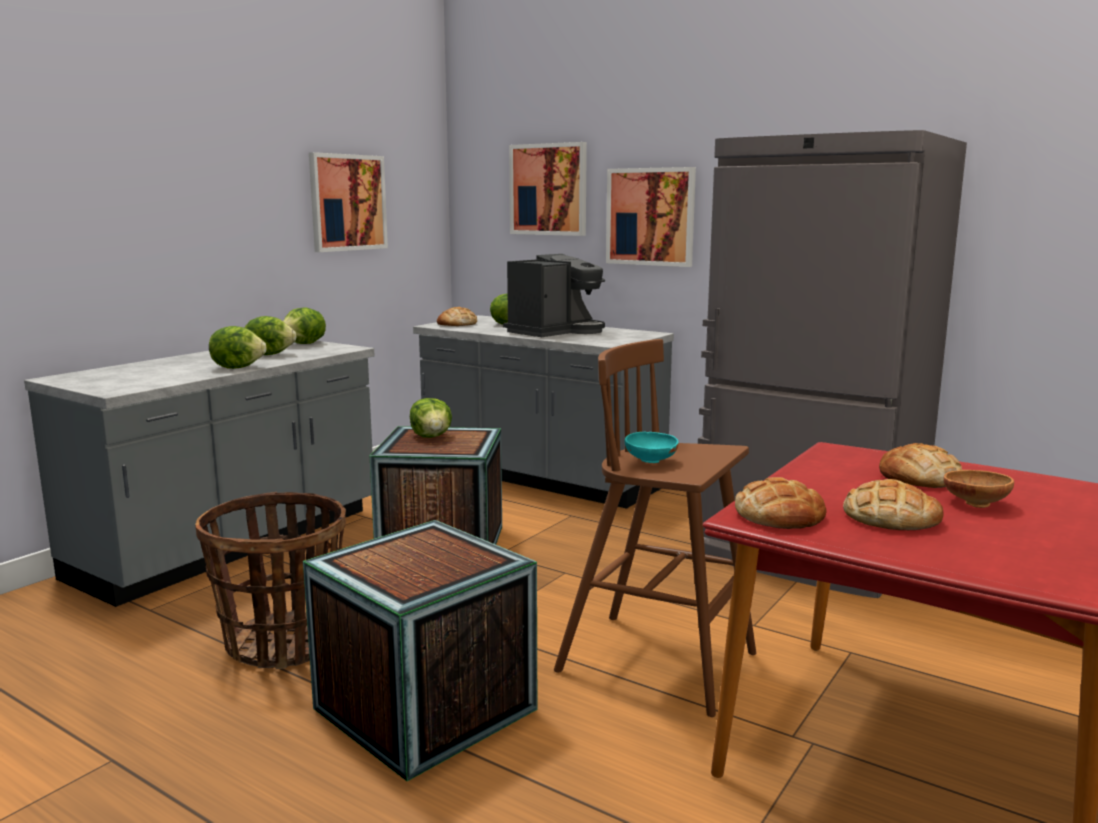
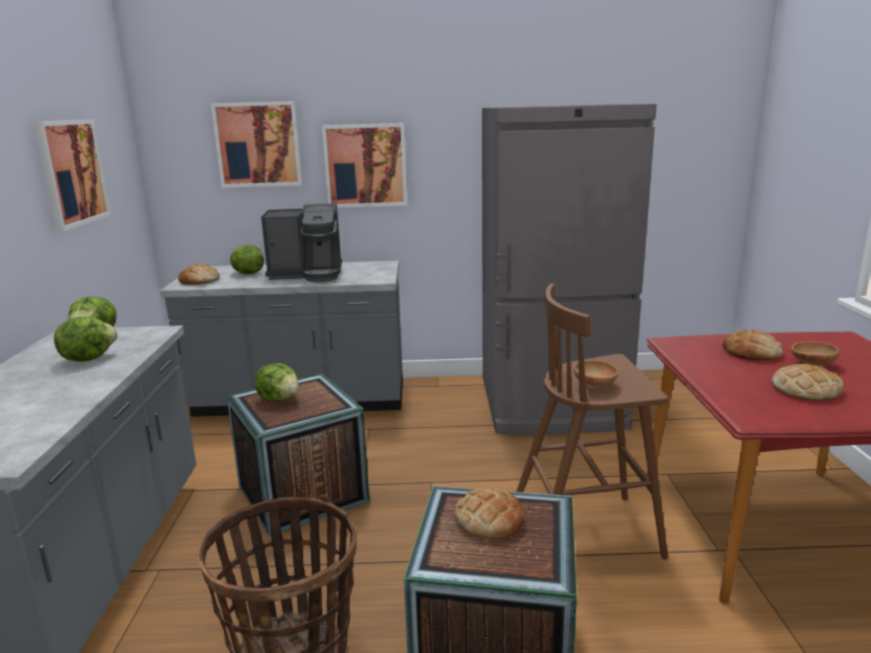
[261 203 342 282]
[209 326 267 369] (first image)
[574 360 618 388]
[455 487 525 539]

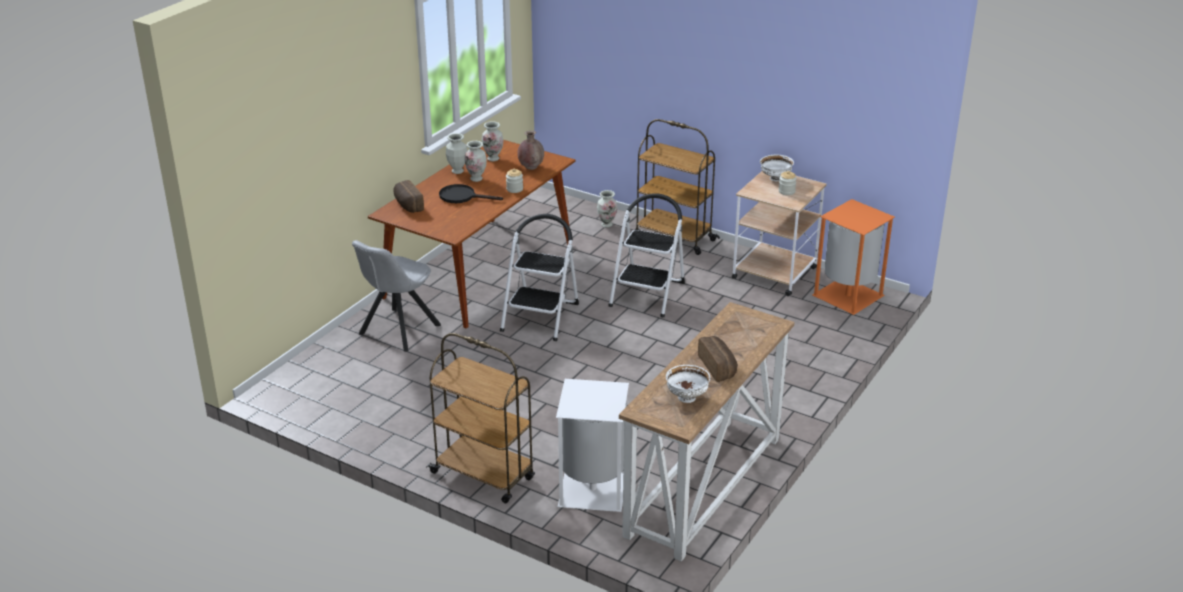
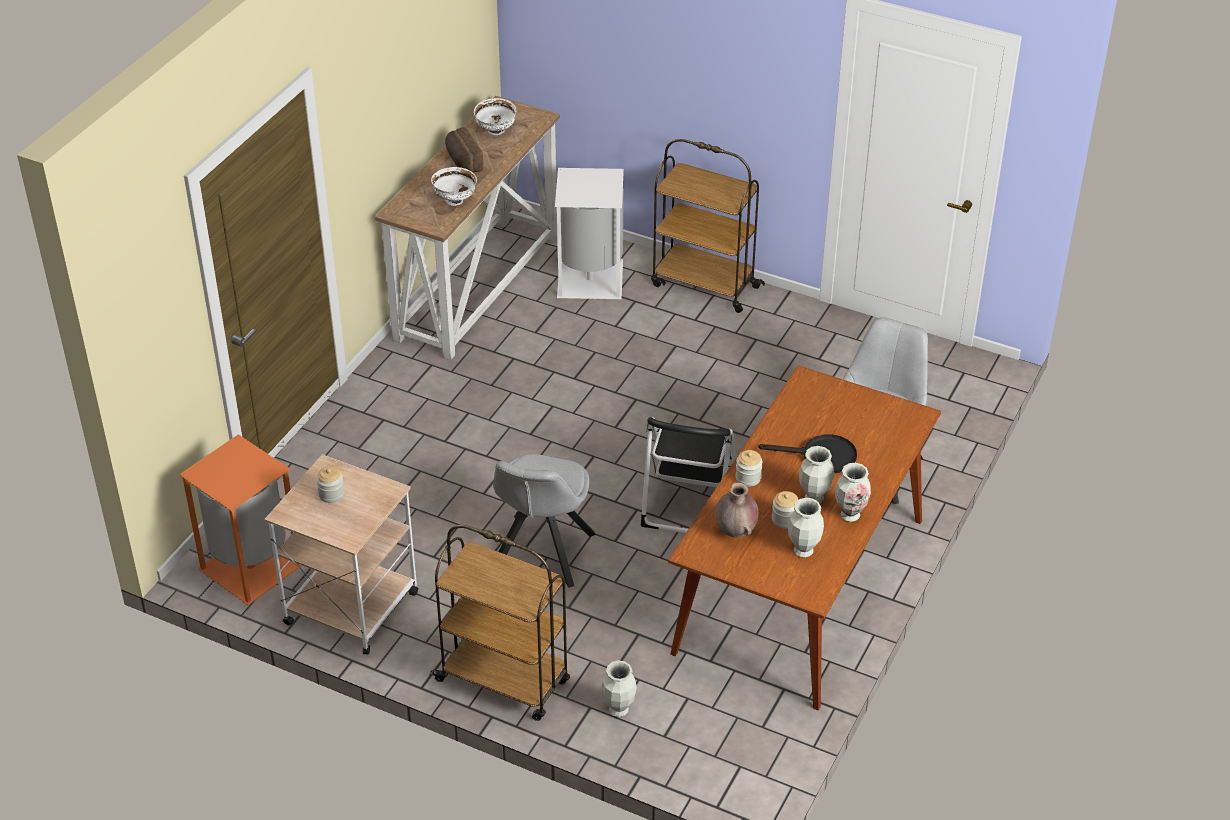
[431 167 477 206]
[393 180 424 213] (first image)
[493 454 596 588]
[772 491 798 529]

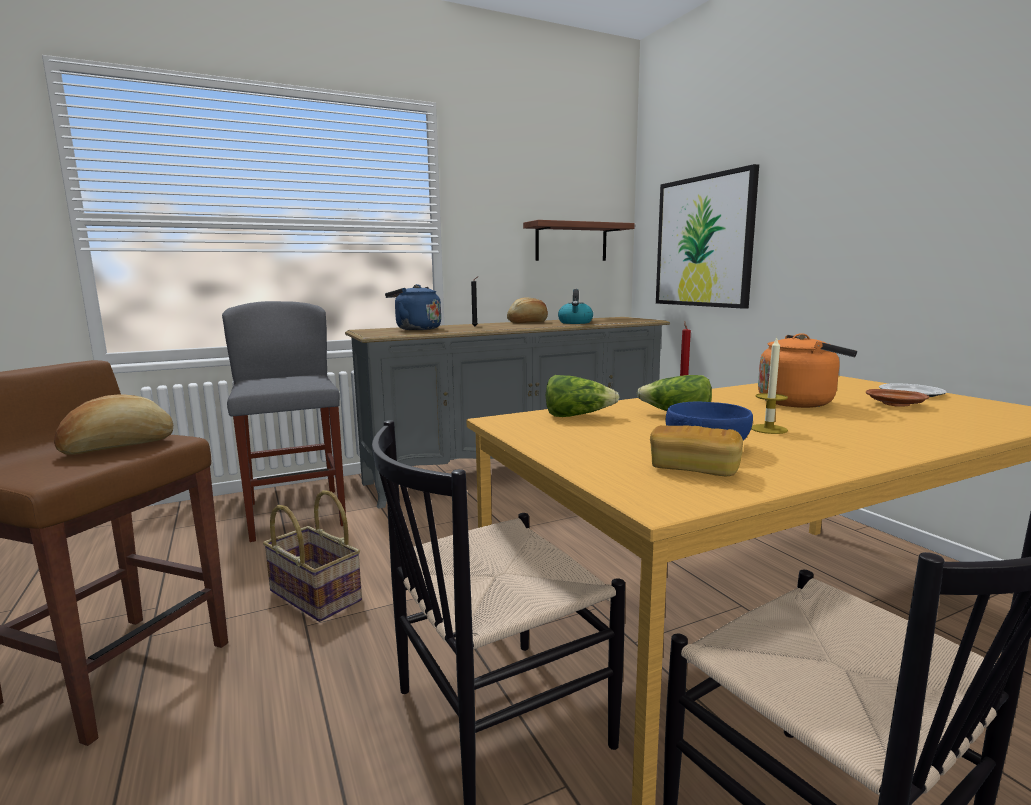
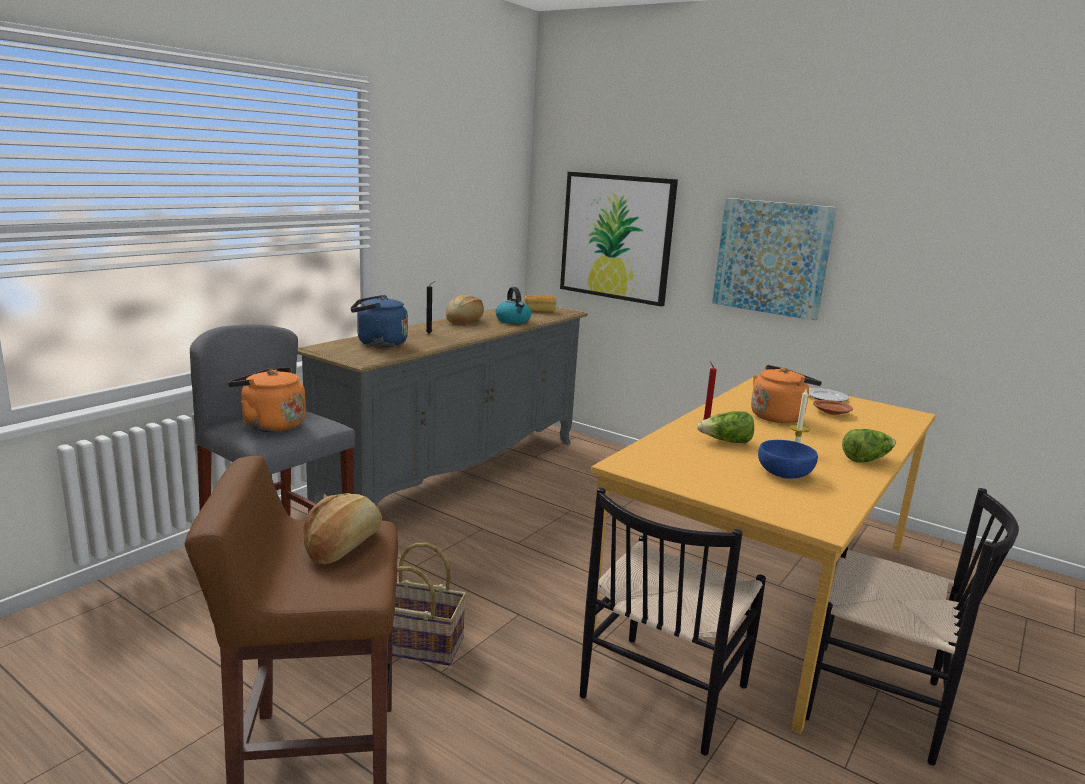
[523 220 635 261] (first image)
[842 429 896 462]
[524 295 556 312]
[712 198 837 321]
[228 367 306 432]

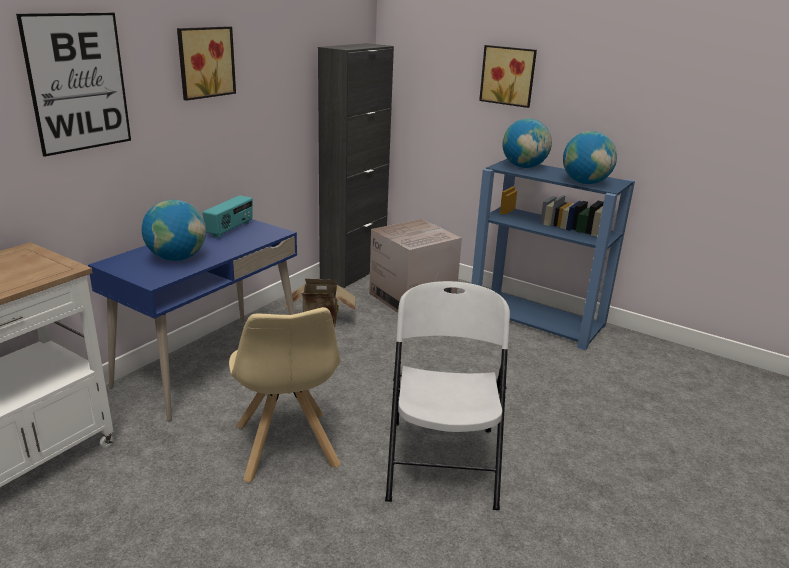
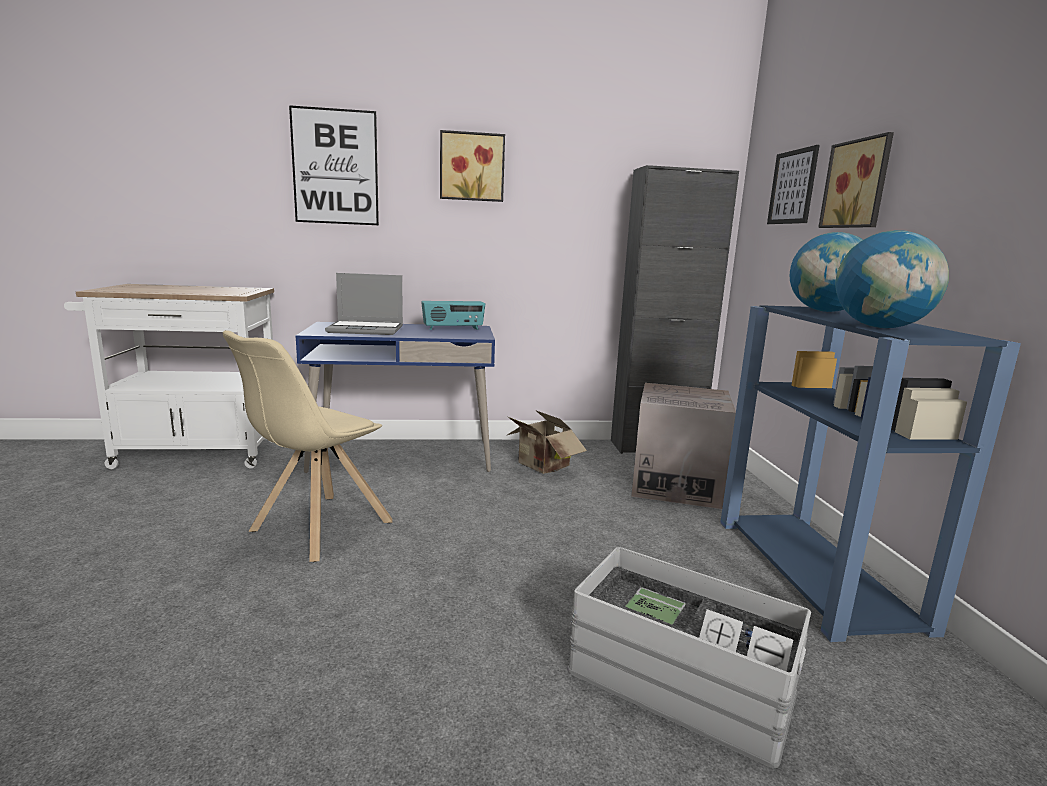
[325 273 403 335]
[385 281 510 510] (first image)
[767 145 820 224]
[567 547 811 768]

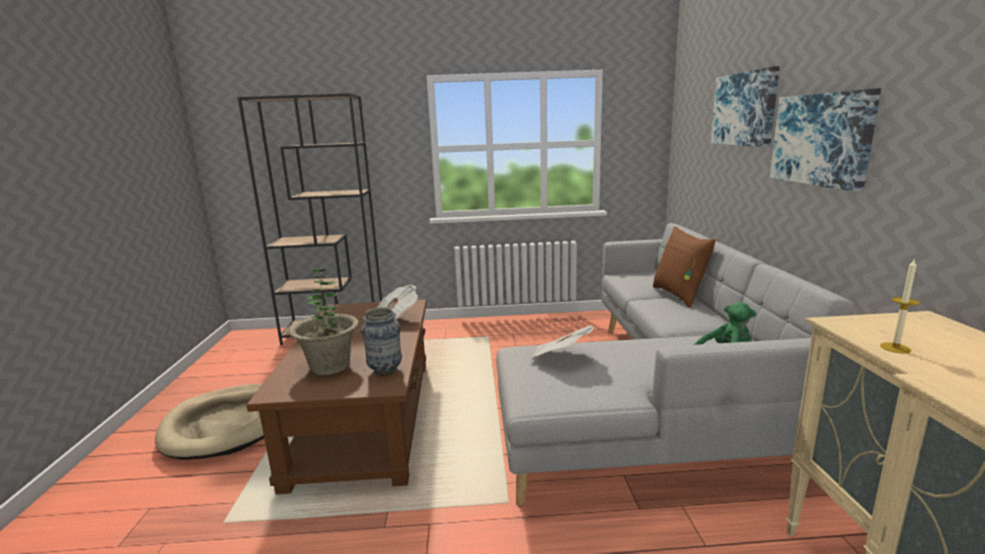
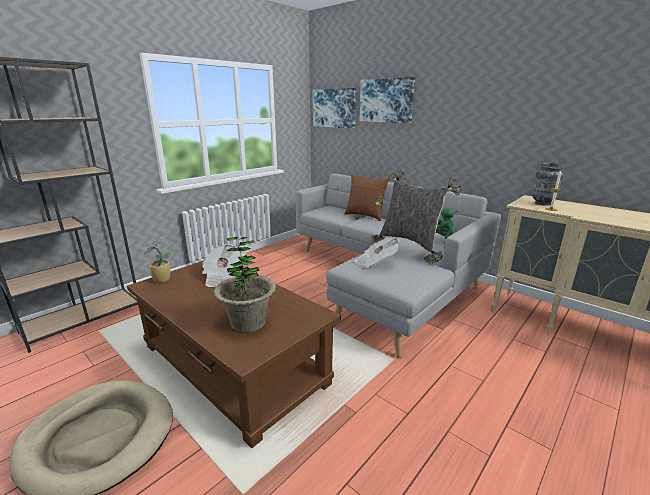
[313 88 356 128]
[532 162 564 206]
[371 171 461 264]
[144 237 171 282]

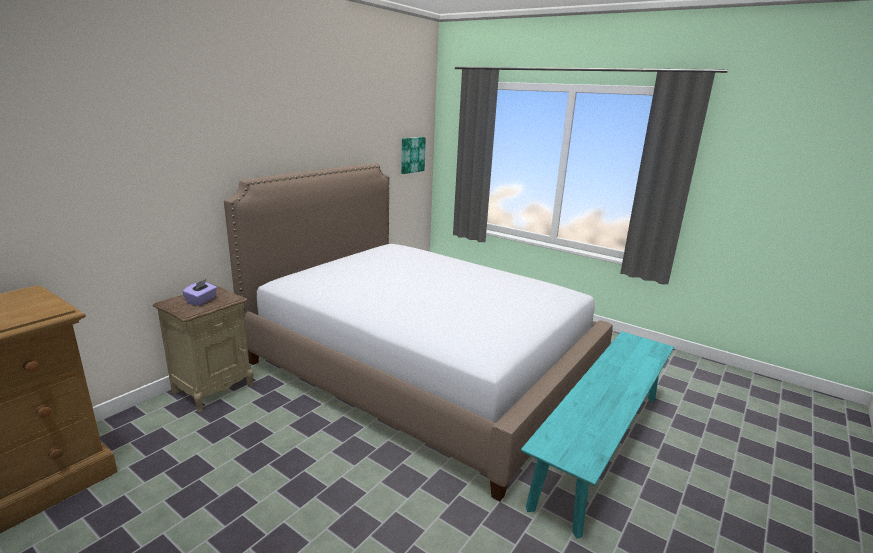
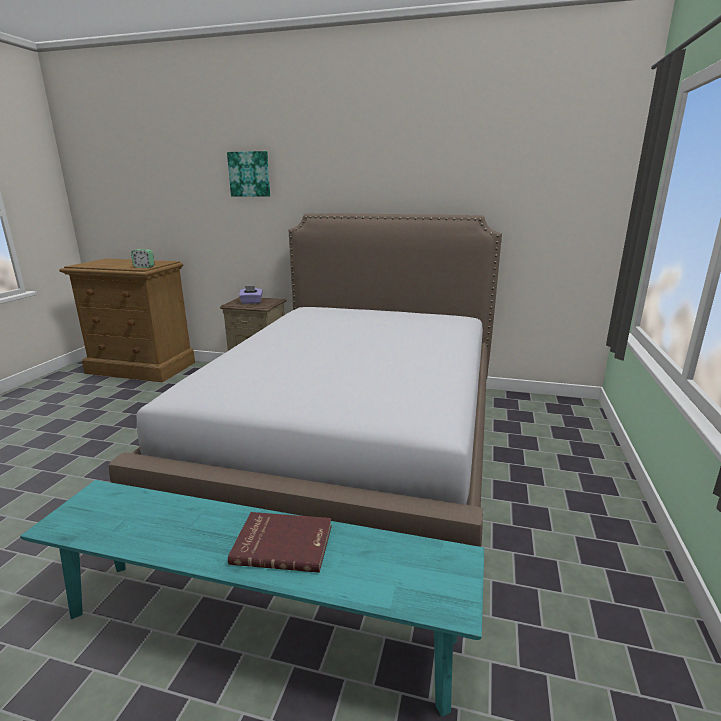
[227 151 270 197]
[131 249 154 268]
[228 512 332 573]

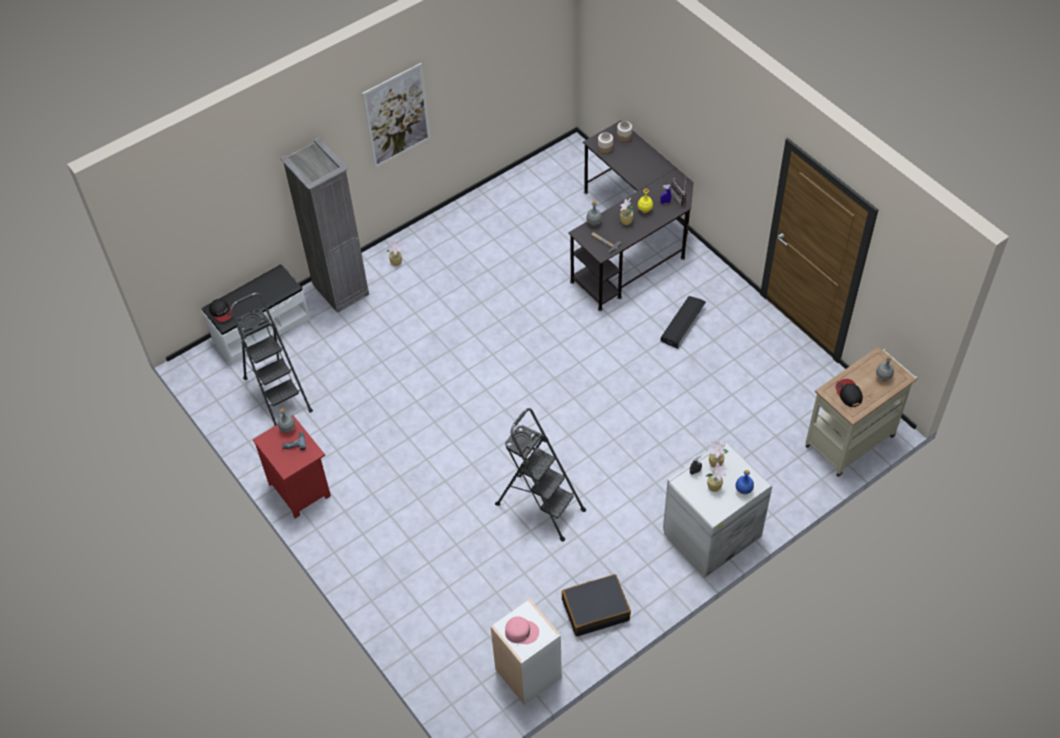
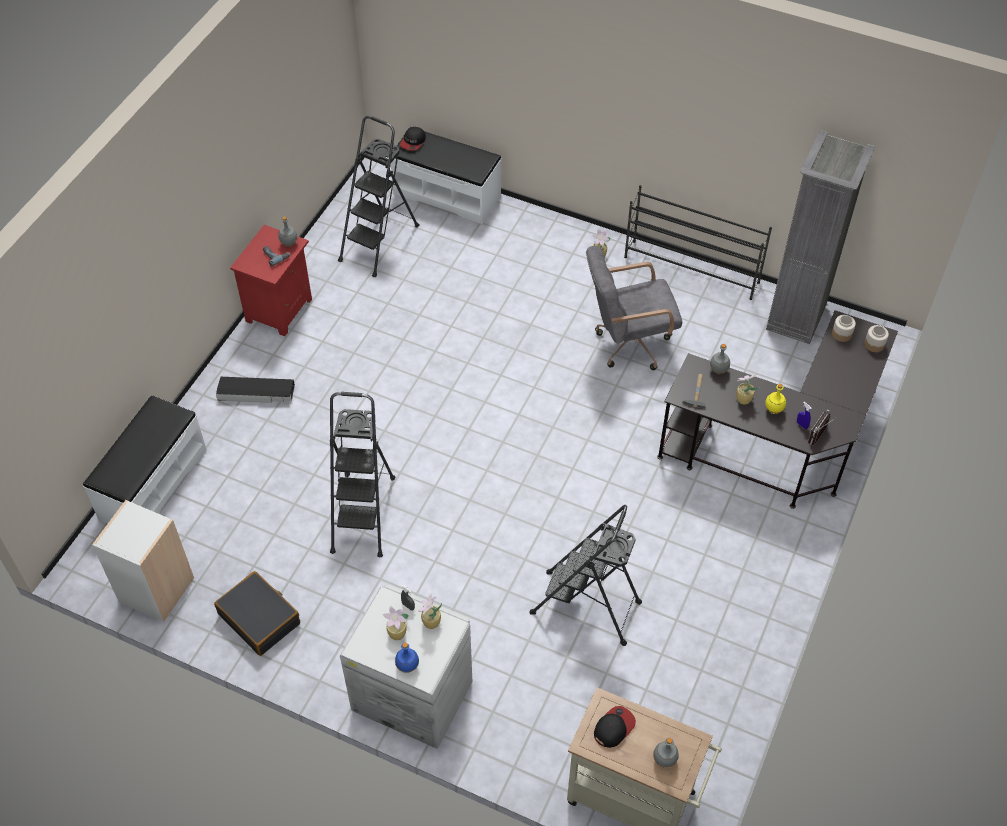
[362 63 431 168] (first image)
[766 130 876 344]
[216 377 295 403]
[505 616 539 644] (first image)
[624 185 772 300]
[586 246 682 370]
[83 395 207 524]
[529 505 642 646]

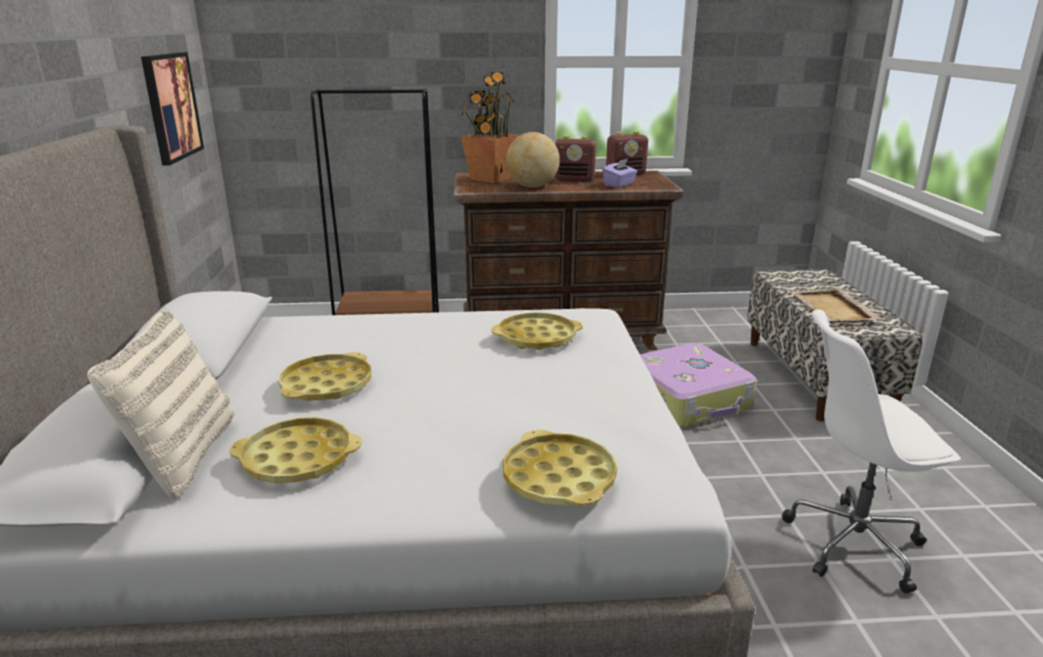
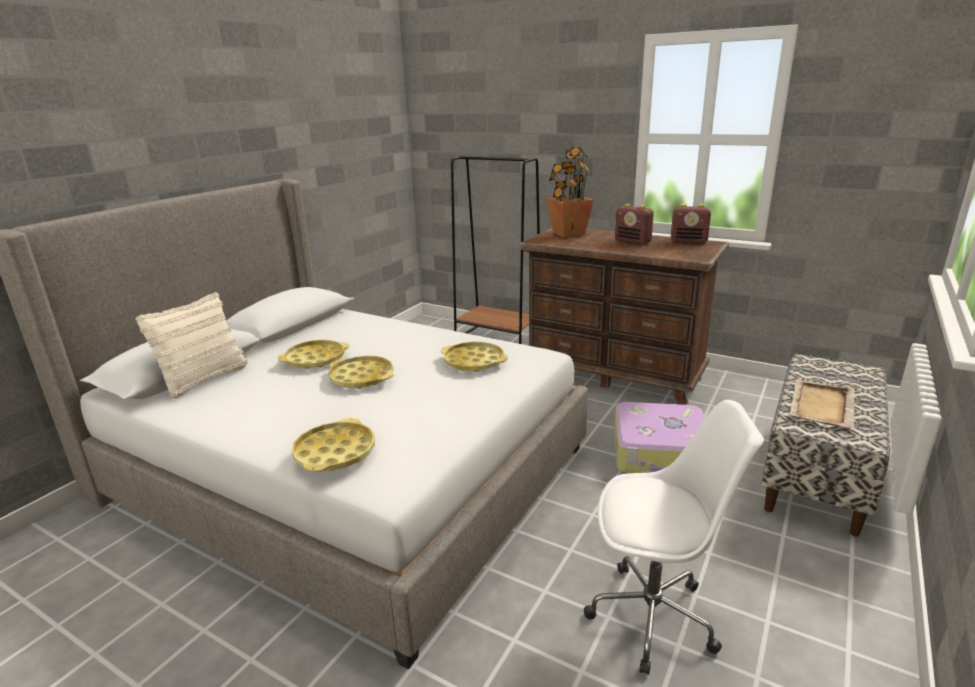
[141 52 204 166] (first image)
[506 132 560 187] (first image)
[603 158 637 188] (first image)
[584 400 764 675]
[328 356 394 389]

